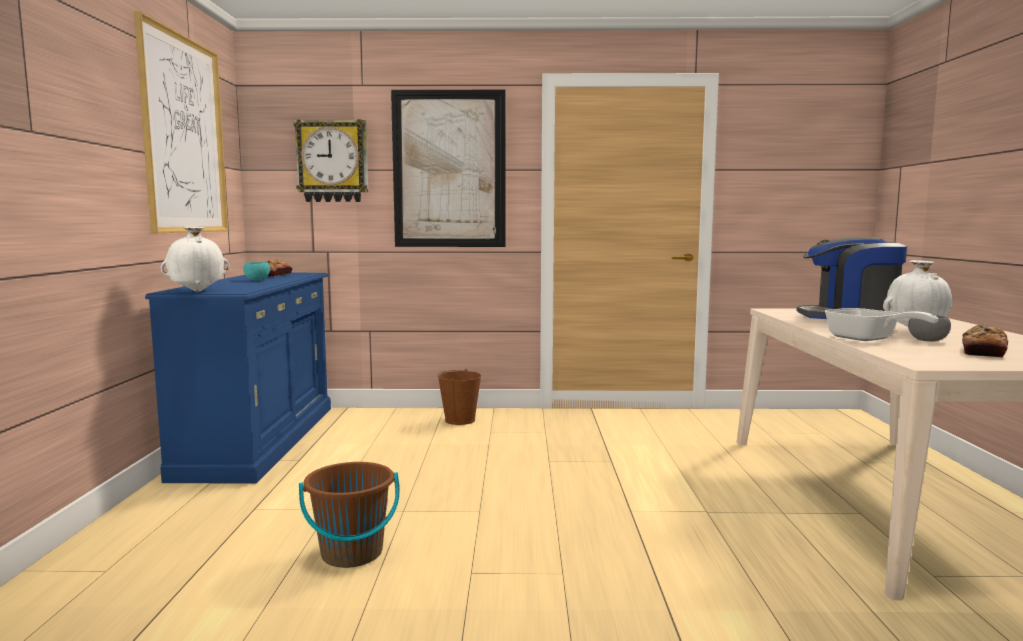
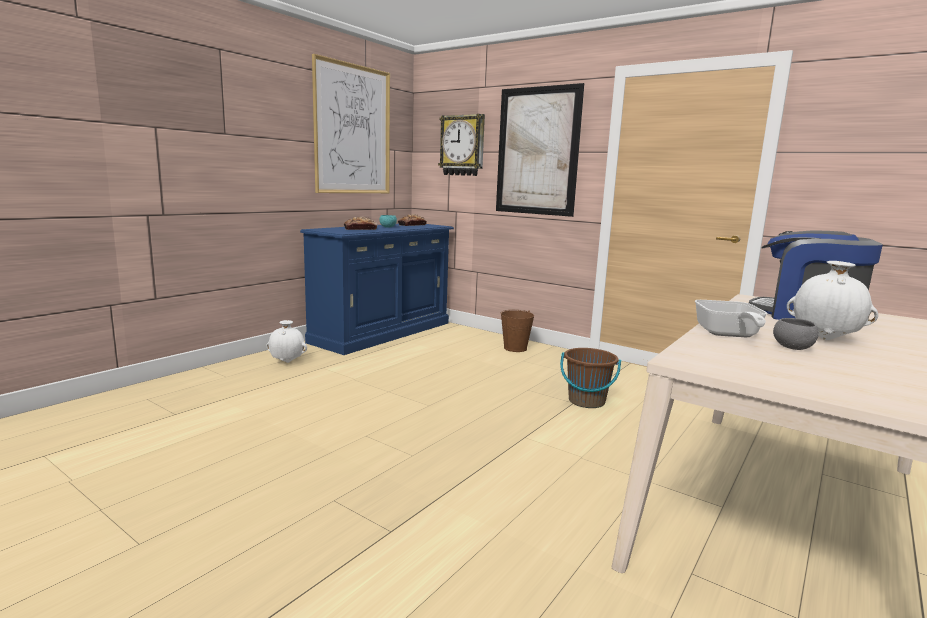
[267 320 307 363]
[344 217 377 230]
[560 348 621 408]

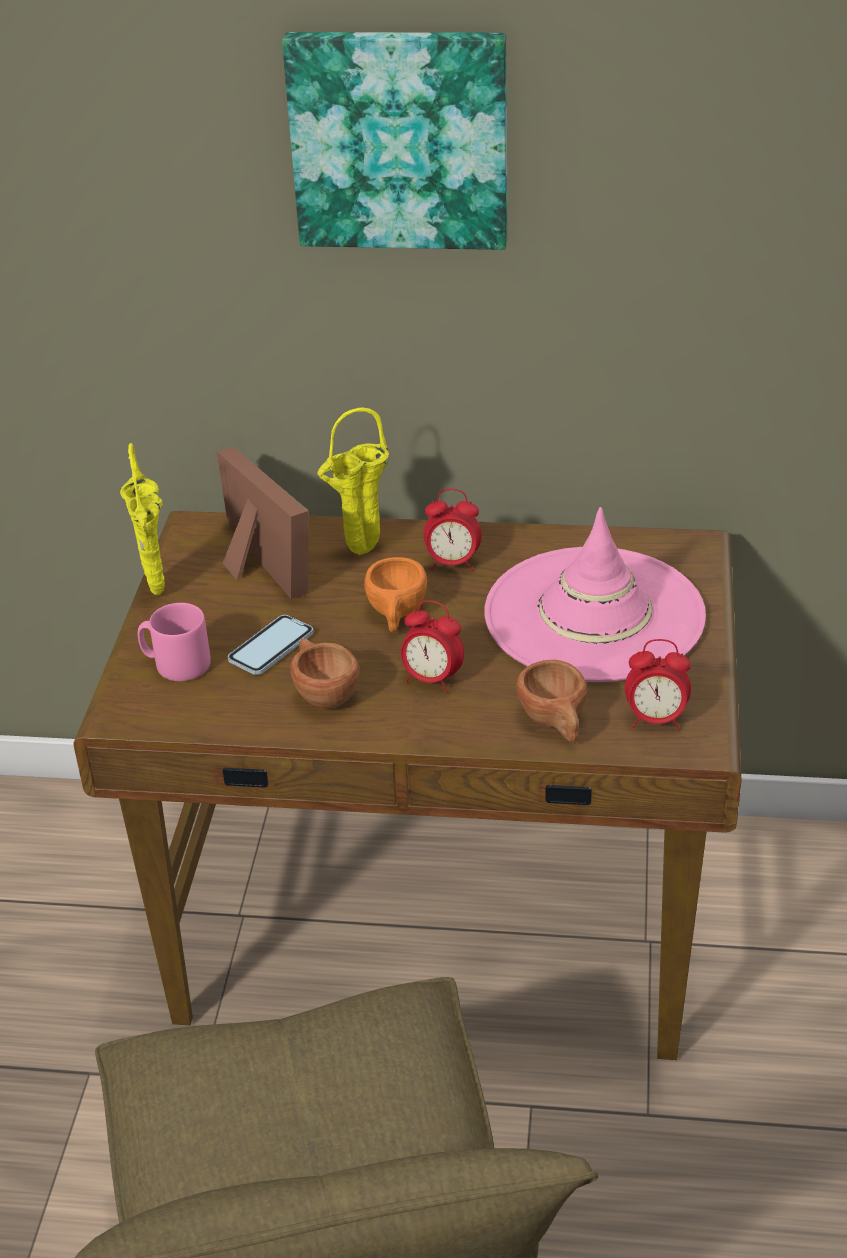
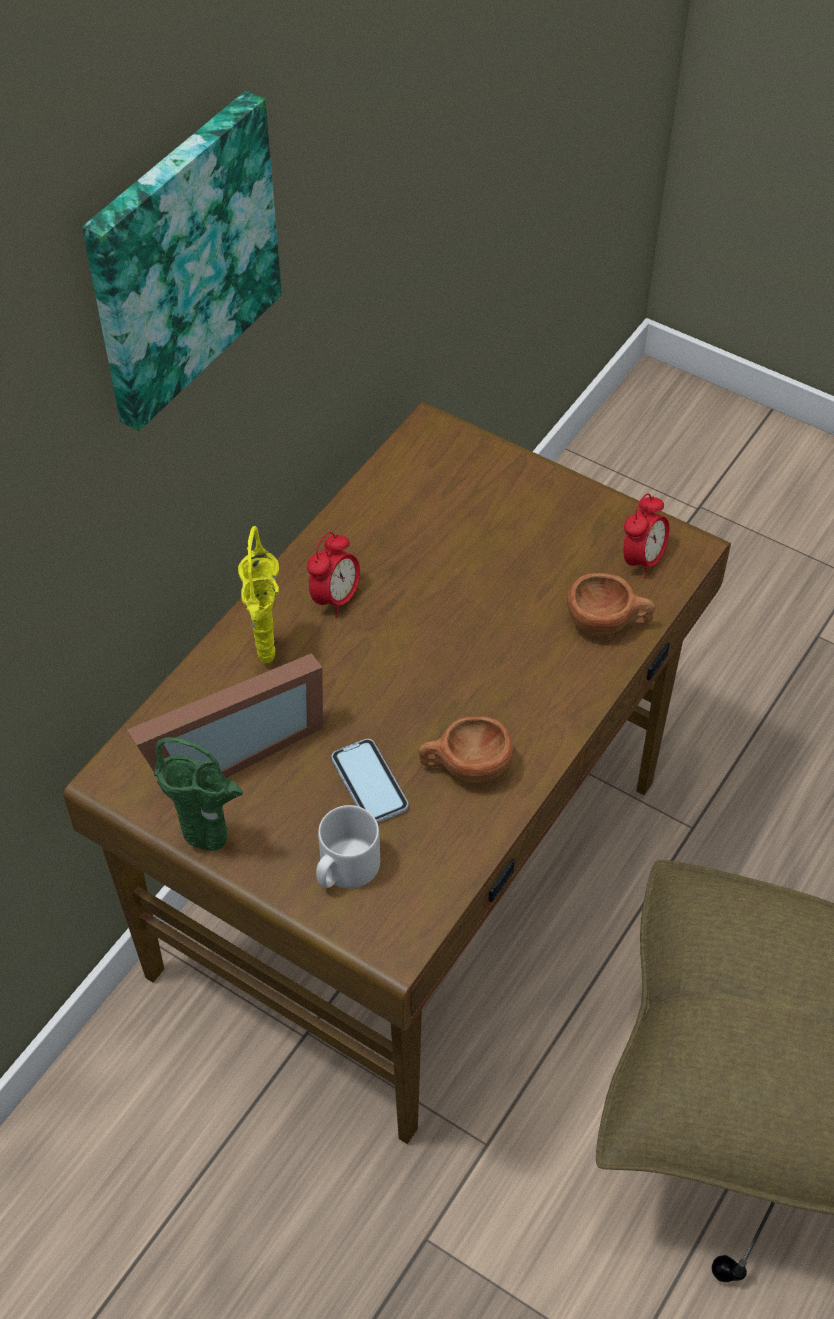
[154 738 243 851]
[127 653 323 801]
[485 507 706 682] (first image)
[364 557 427 632] (first image)
[401 600 464 693] (first image)
[316 805 380 888]

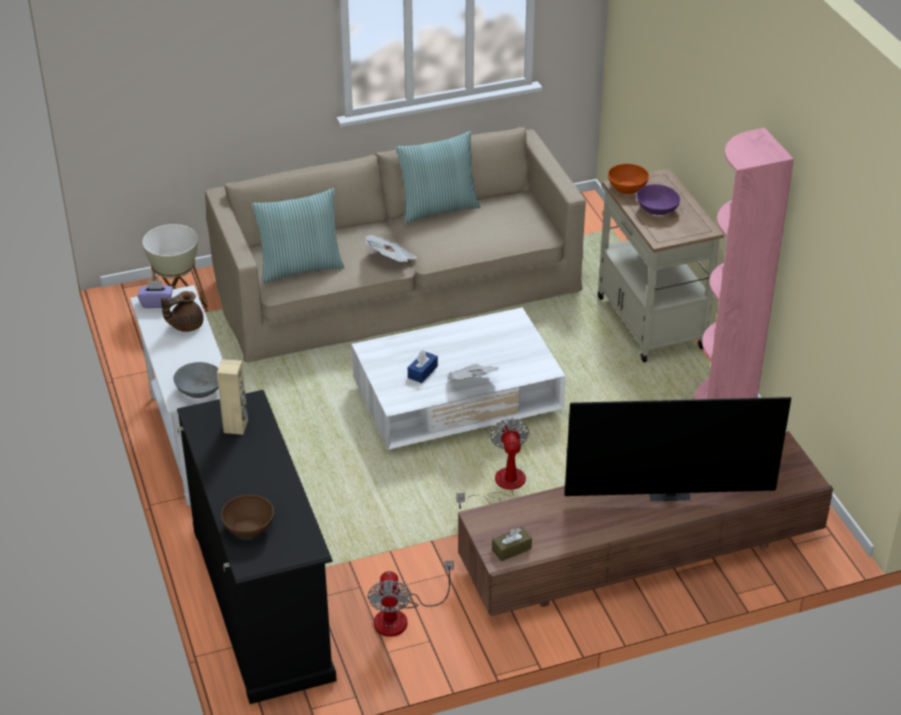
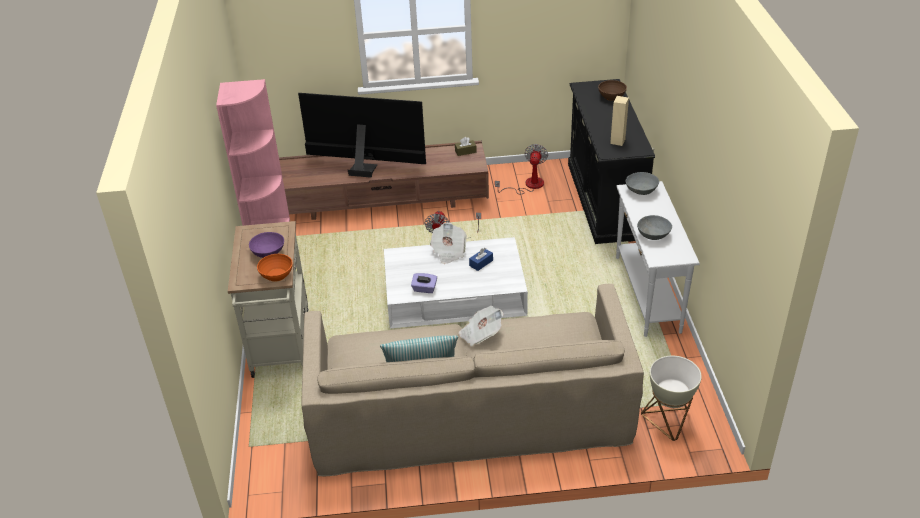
[252 188 345 283] (first image)
[411 273 437 293]
[637 215 672 240]

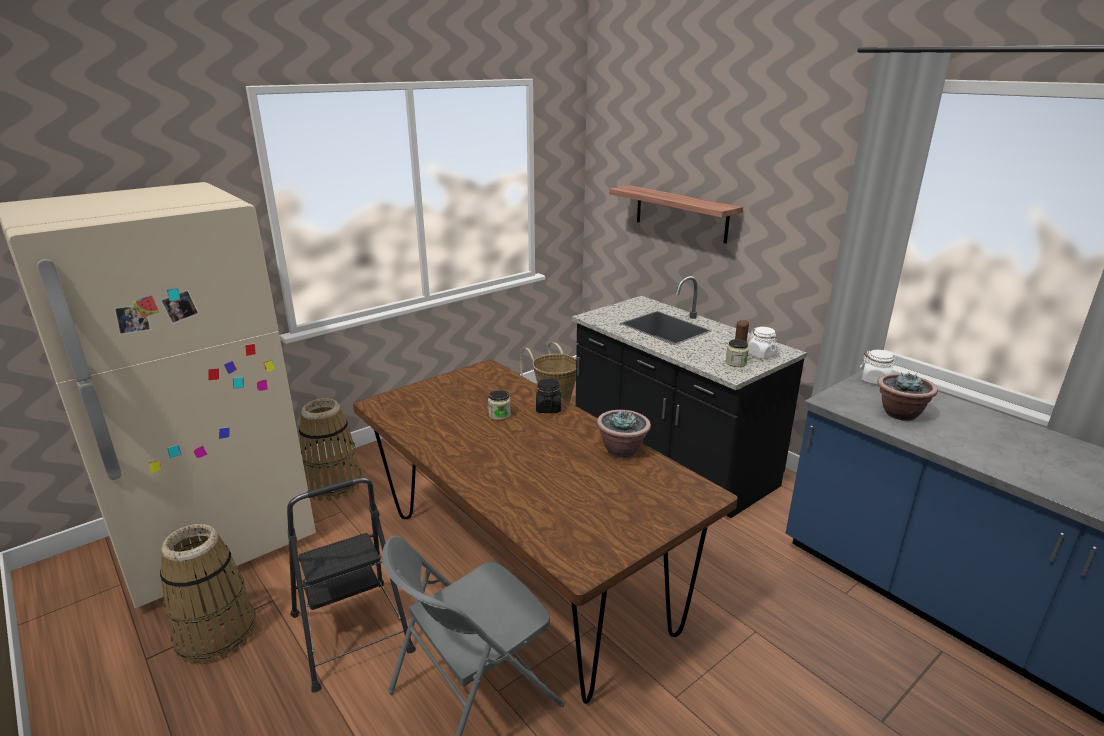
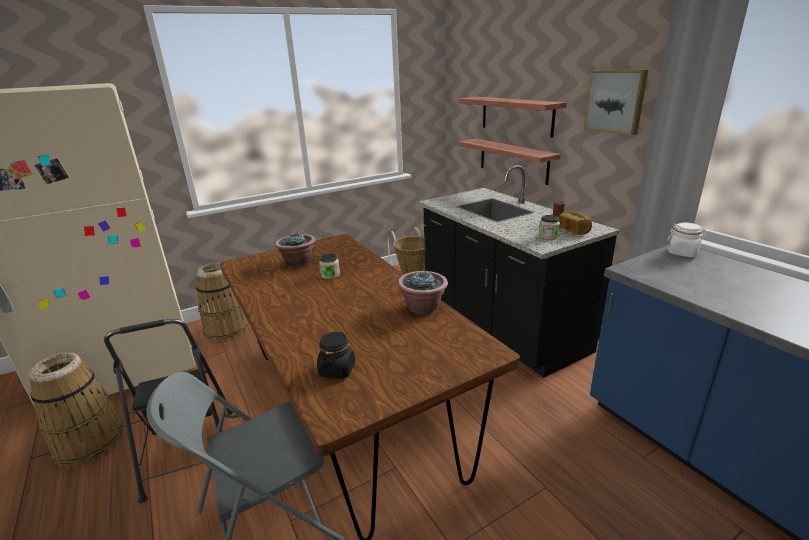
[559 211 592 235]
[275 232 315 267]
[317 332 355 379]
[584 70 648 135]
[458 139 561 185]

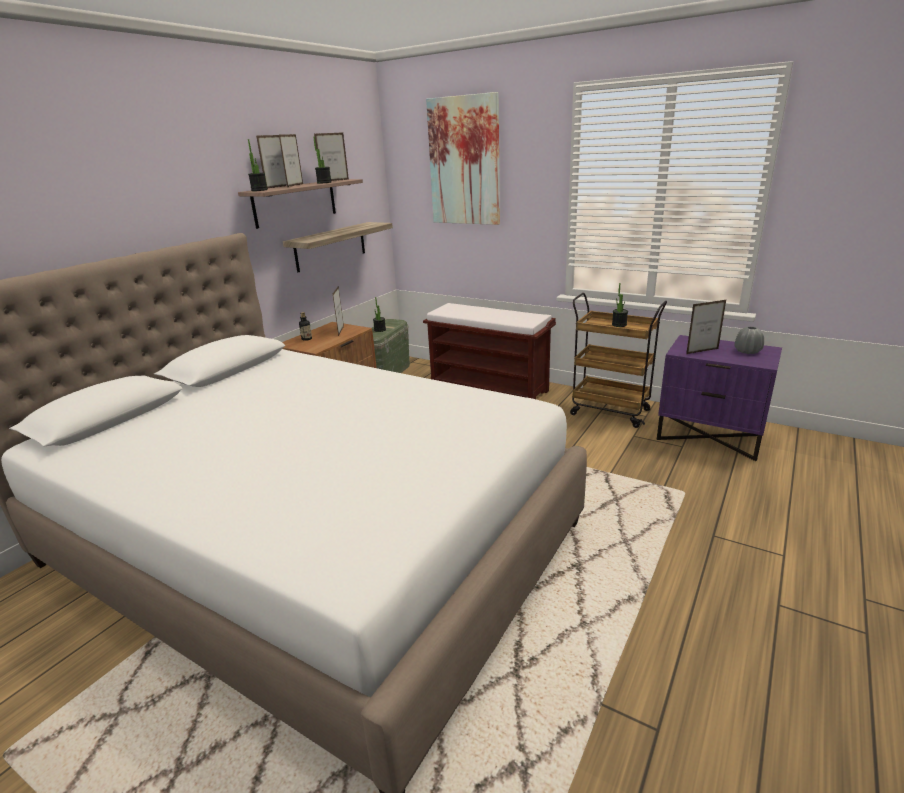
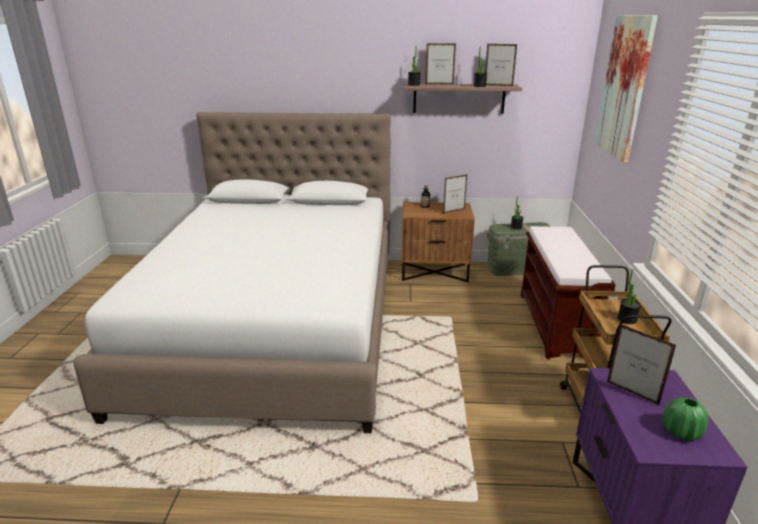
[279 134 303 187] (first image)
[283 222 393 272] (first image)
[663 397 709 441]

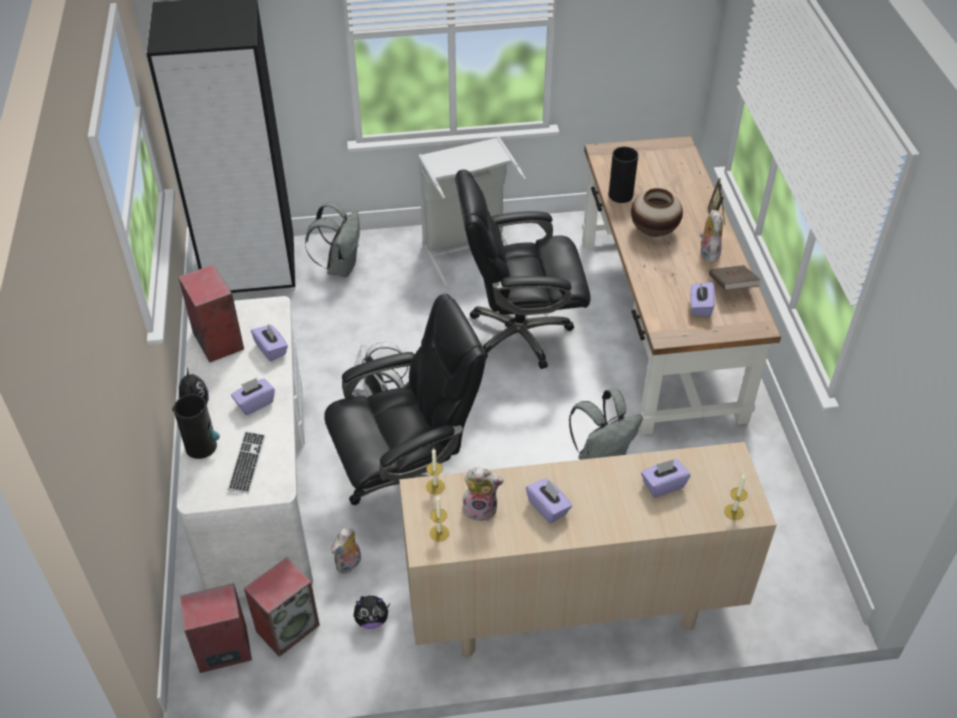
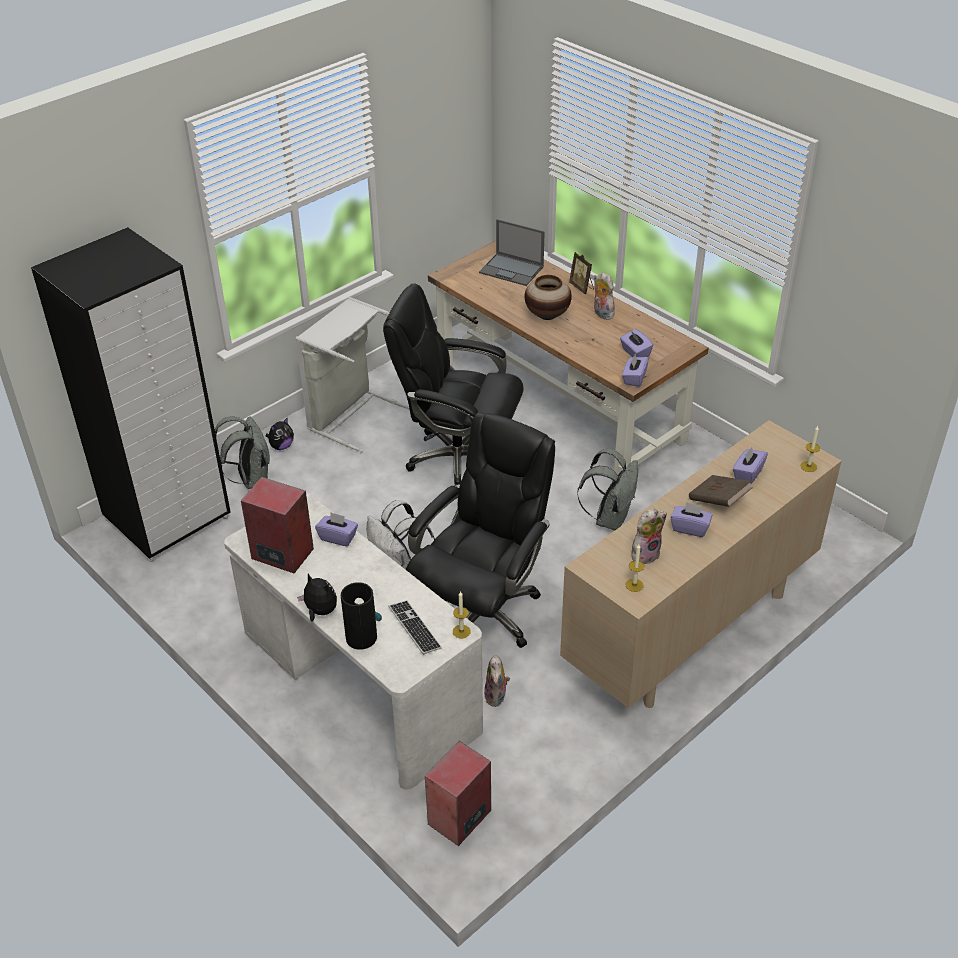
[609 147 638 203] (first image)
[383 283 524 486]
[689 475 753 507]
[622 354 649 387]
[453 591 471 638]
[244 557 320 657] (first image)
[266 418 294 450]
[479 219 545 286]

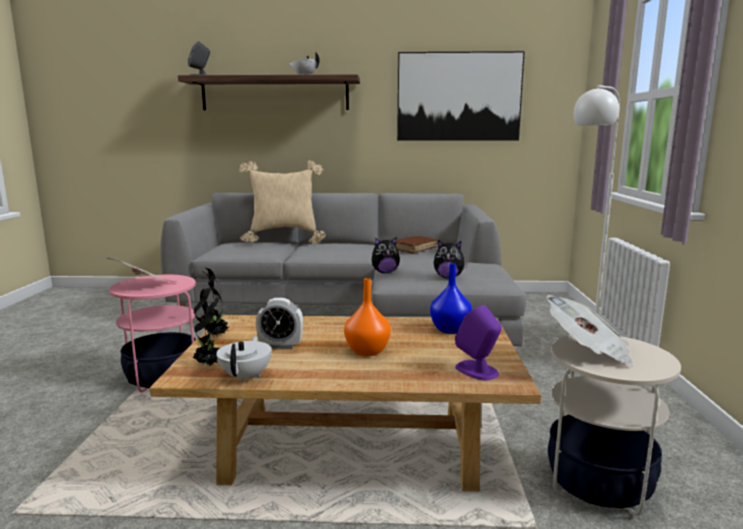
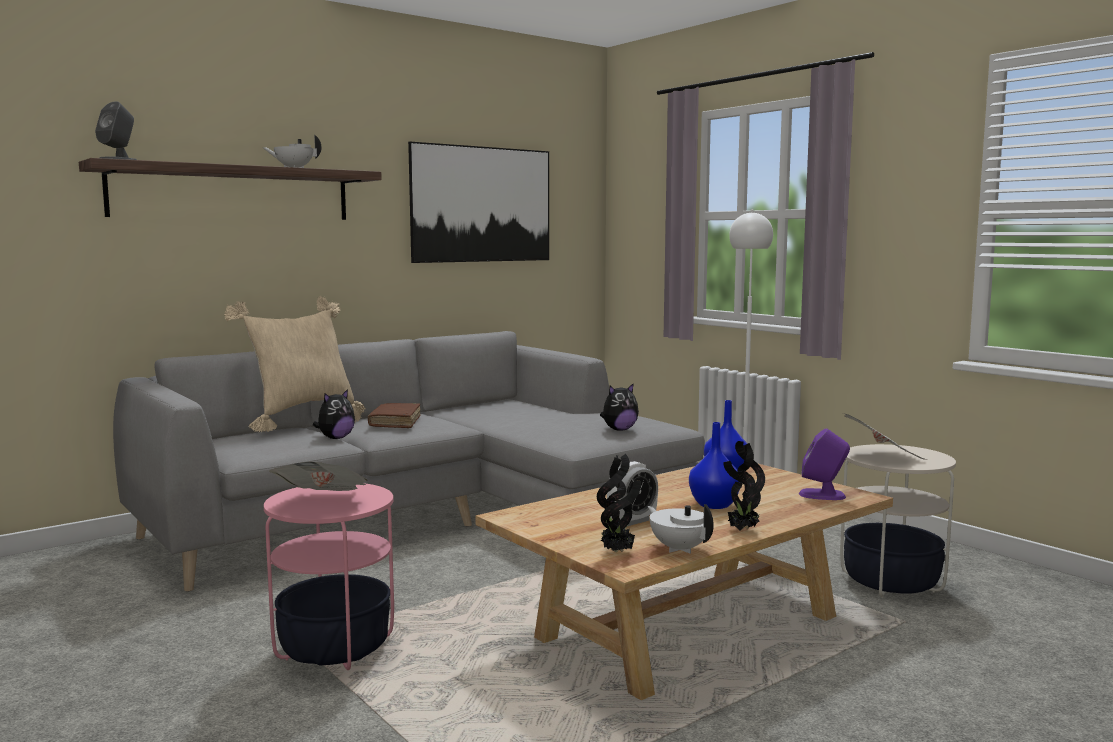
[368 403 421 428]
[313 389 355 439]
[723 441 765 531]
[689 422 741 509]

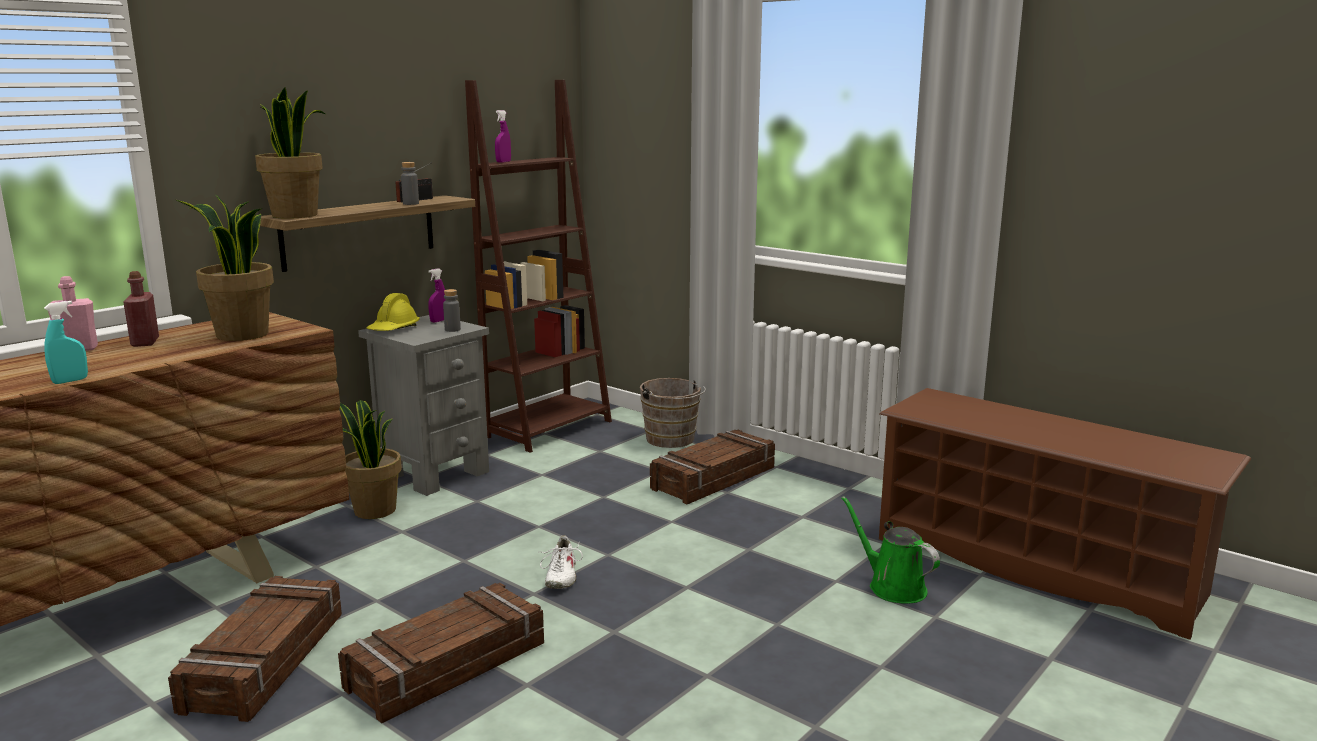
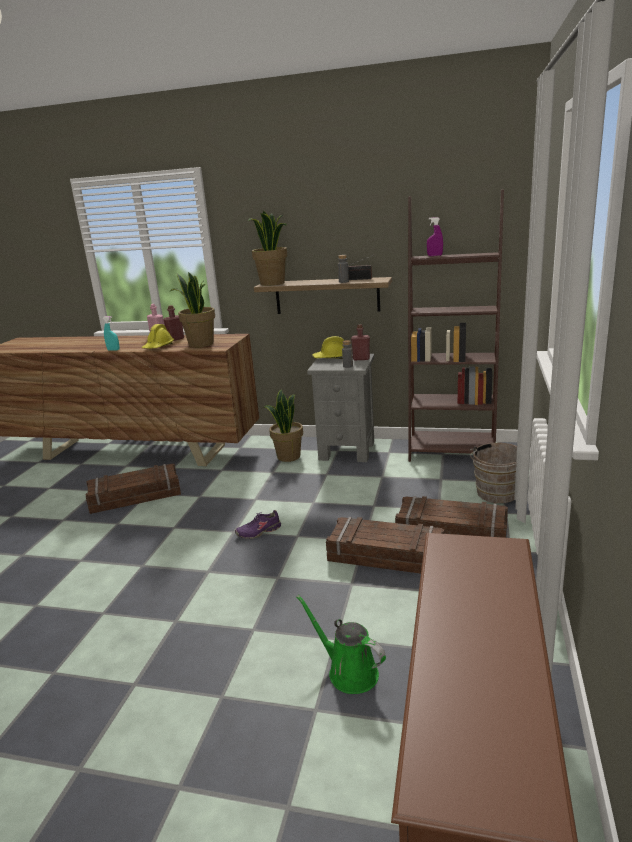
[351 324 370 360]
[296 595 386 694]
[235 510 281 539]
[326 517 445 574]
[142 324 174 349]

